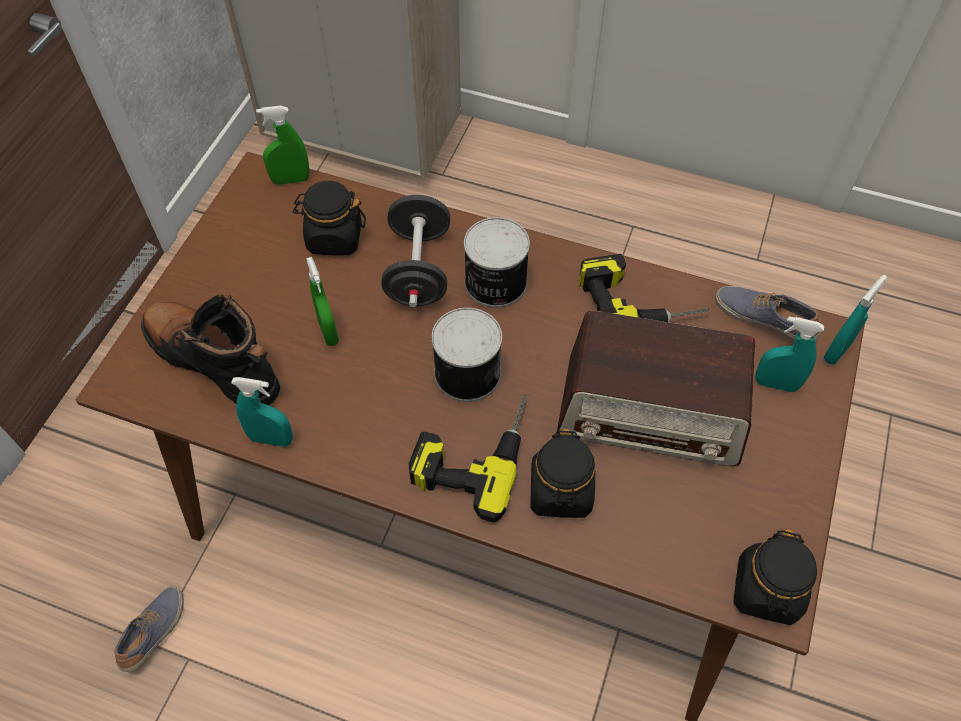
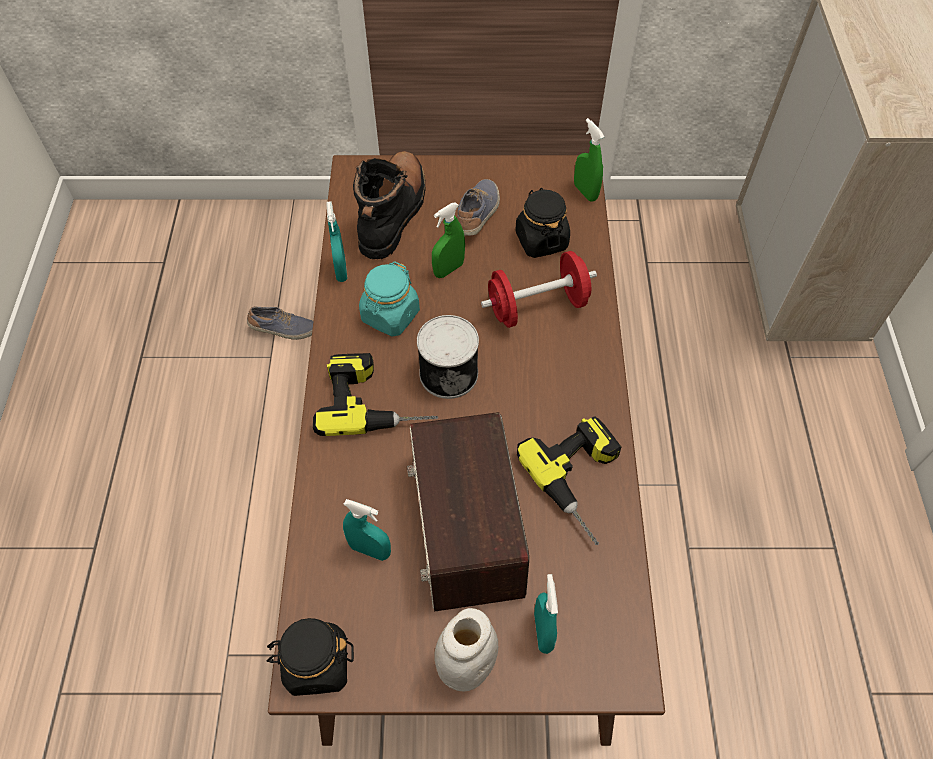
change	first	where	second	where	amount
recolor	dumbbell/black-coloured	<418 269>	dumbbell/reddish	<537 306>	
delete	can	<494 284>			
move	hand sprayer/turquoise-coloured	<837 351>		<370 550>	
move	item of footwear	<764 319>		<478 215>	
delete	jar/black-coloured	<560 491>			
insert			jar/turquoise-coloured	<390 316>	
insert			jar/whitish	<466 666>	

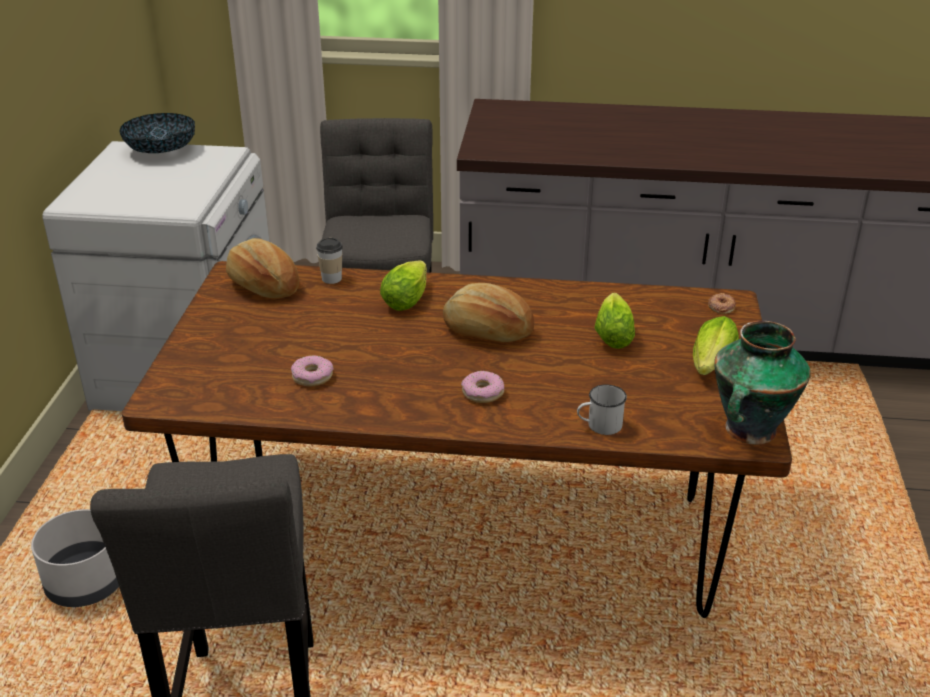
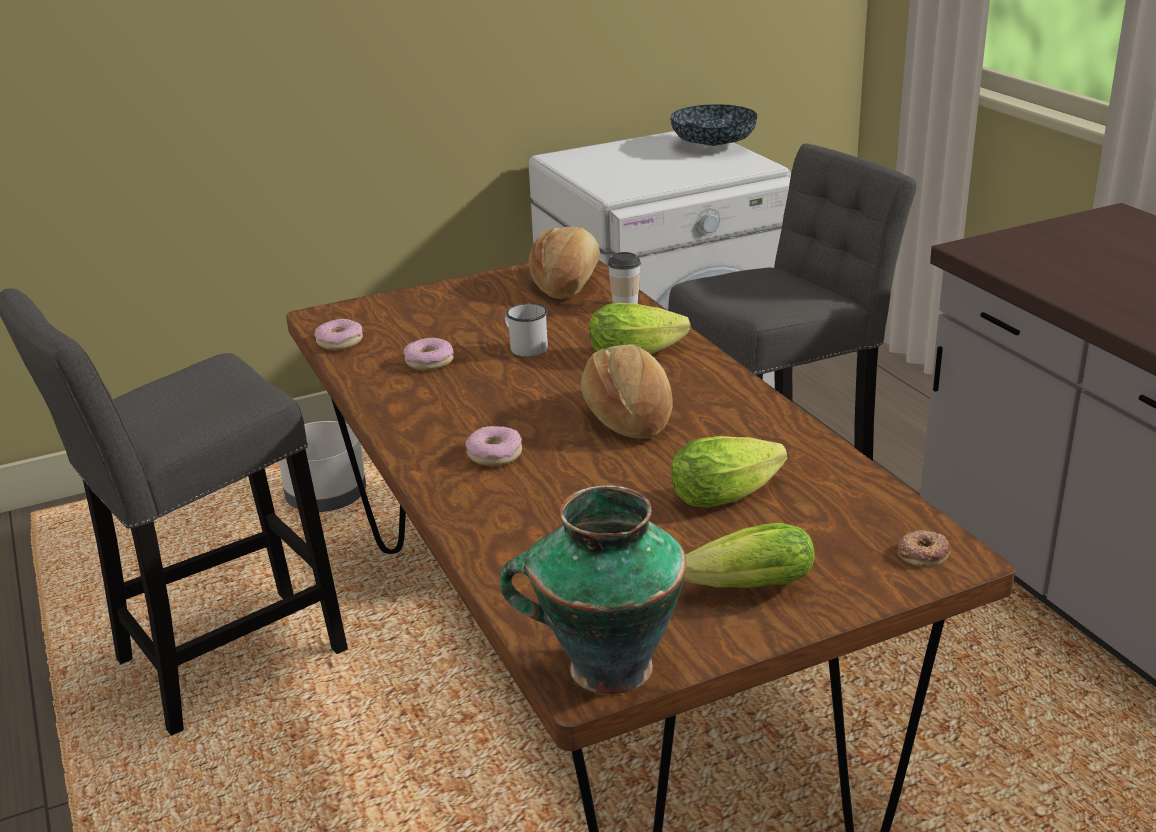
change	first	where	second	where	amount
move	tea mug/whitish	<599 425>		<524 347>	
insert			donut	<340 342>	

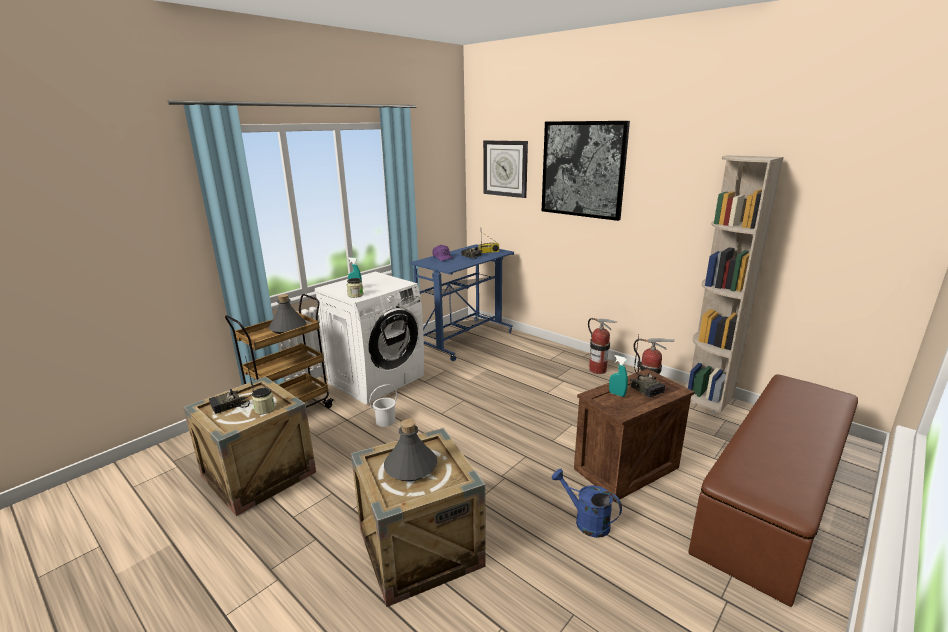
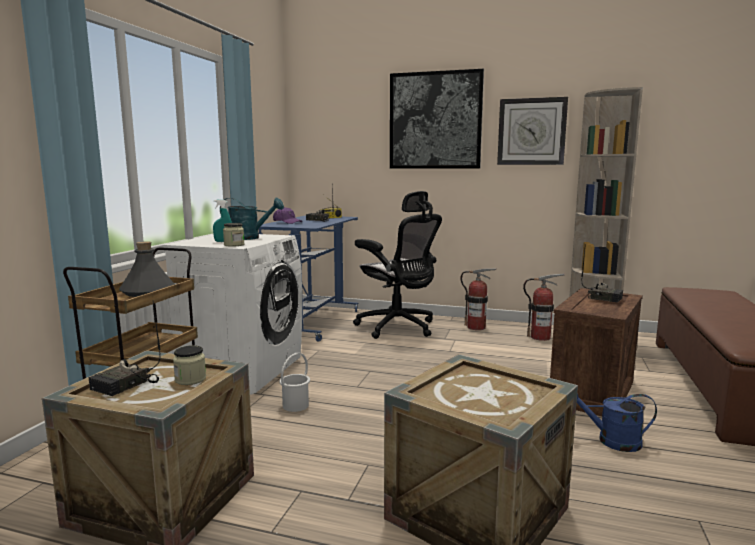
change	first	where	second	where	amount
move	clock on the wall	<505 168>		<531 131>	
delete	hand sprayer/turquoise-coloured	<617 394>			
delete	bottle/grey	<410 467>			
insert			office chair	<397 327>	
insert			sprinkling can/turquoise-coloured	<250 238>	

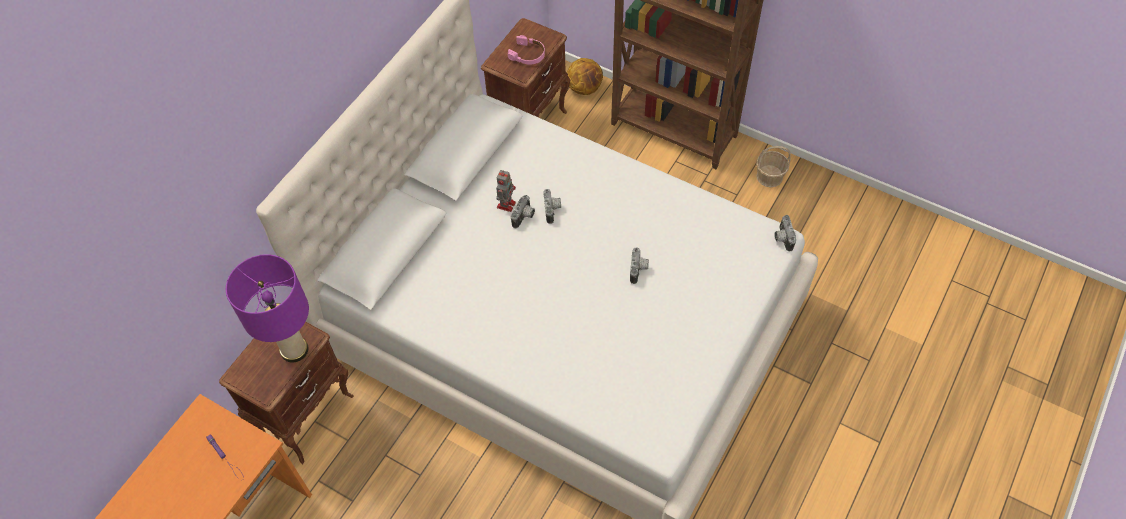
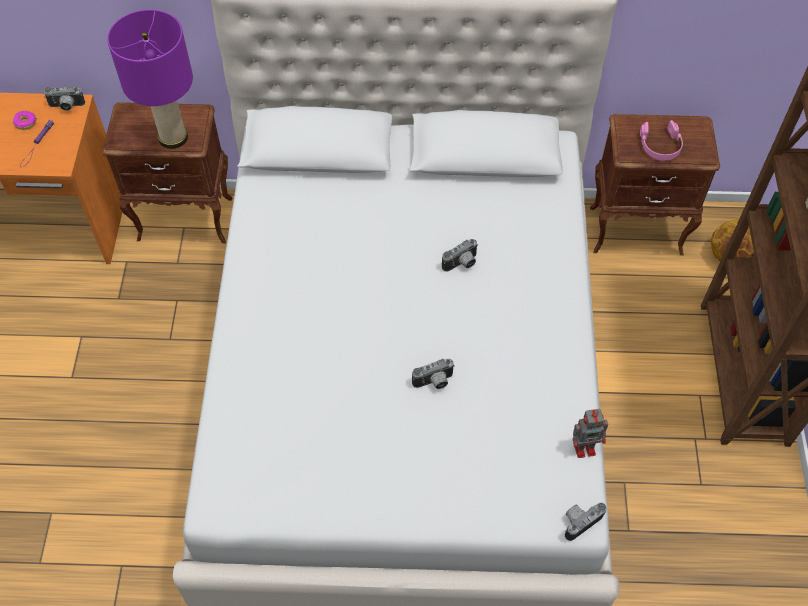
change	first	where	second	where	amount
delete	household basket	<769 176>			
move	robot figure	<506 204>		<585 446>	
move	photo camera	<524 217>		<66 107>	
insert			donut	<25 123>	

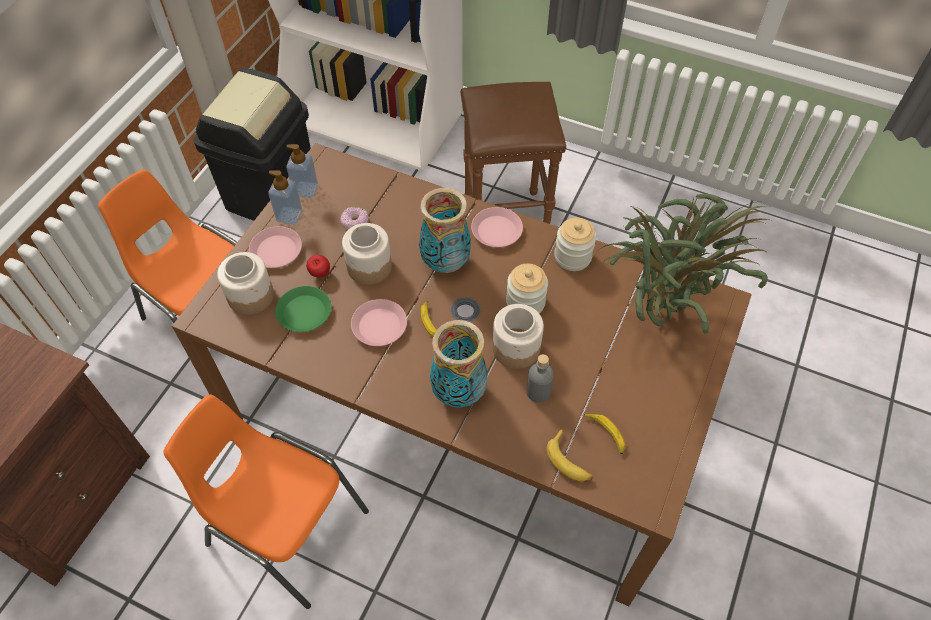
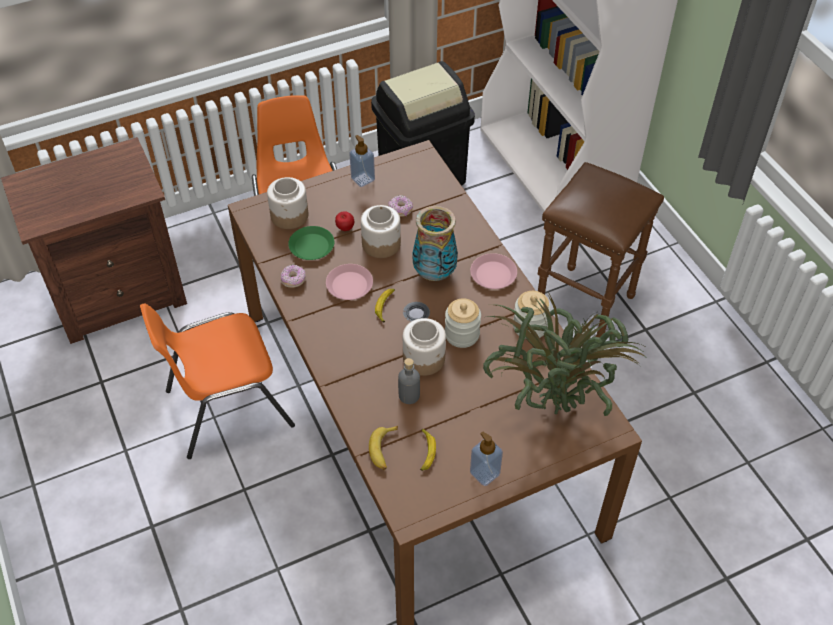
change	first	where	second	where	amount
move	liquid soap bottle	<306 190>		<484 473>	
delete	dinner plate/pink-coloured	<277 250>			
delete	flower vase	<459 392>			
rotate	upright chair/orange	<285 527>		<226 407>	90 degrees counterclockwise
insert			donut	<293 280>	

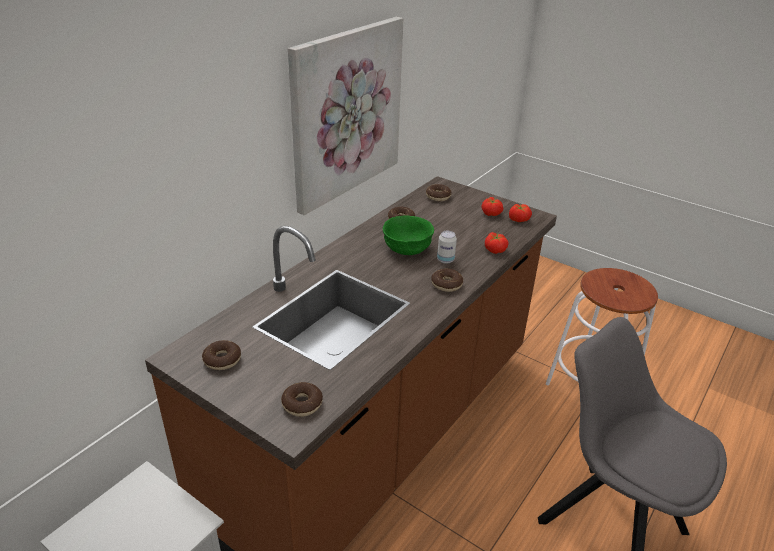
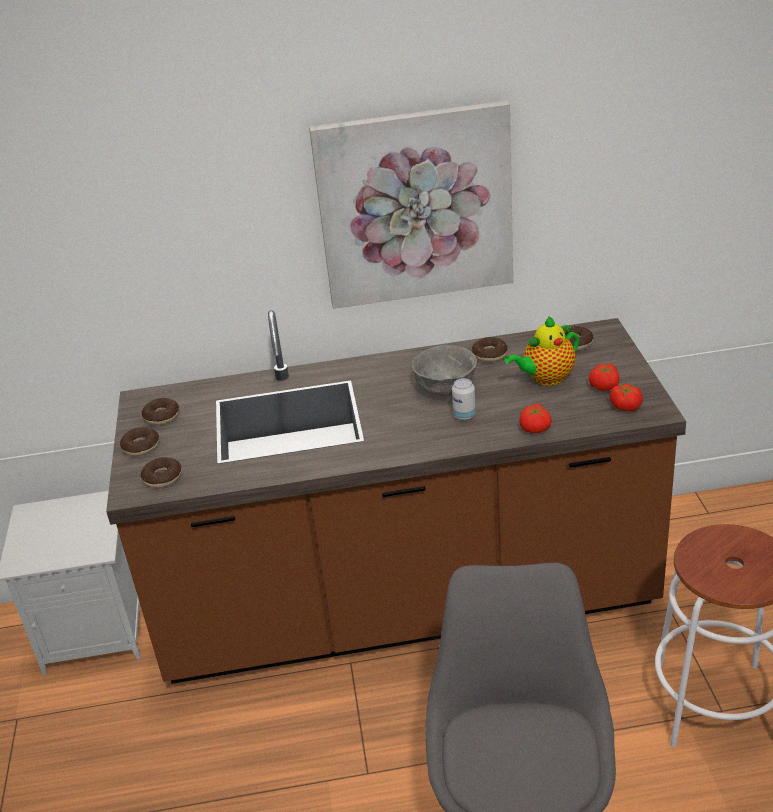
change	first	where	second	where	amount
recolor	serving bowl/green	<408 249>	serving bowl/grey	<446 388>	
move	donut	<446 284>		<141 447>	
insert			teapot	<546 379>	

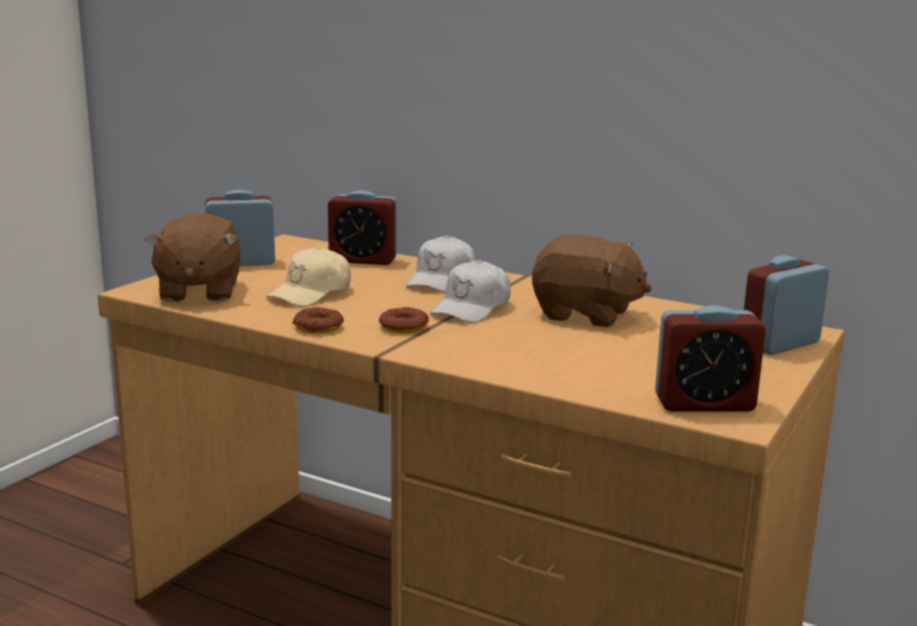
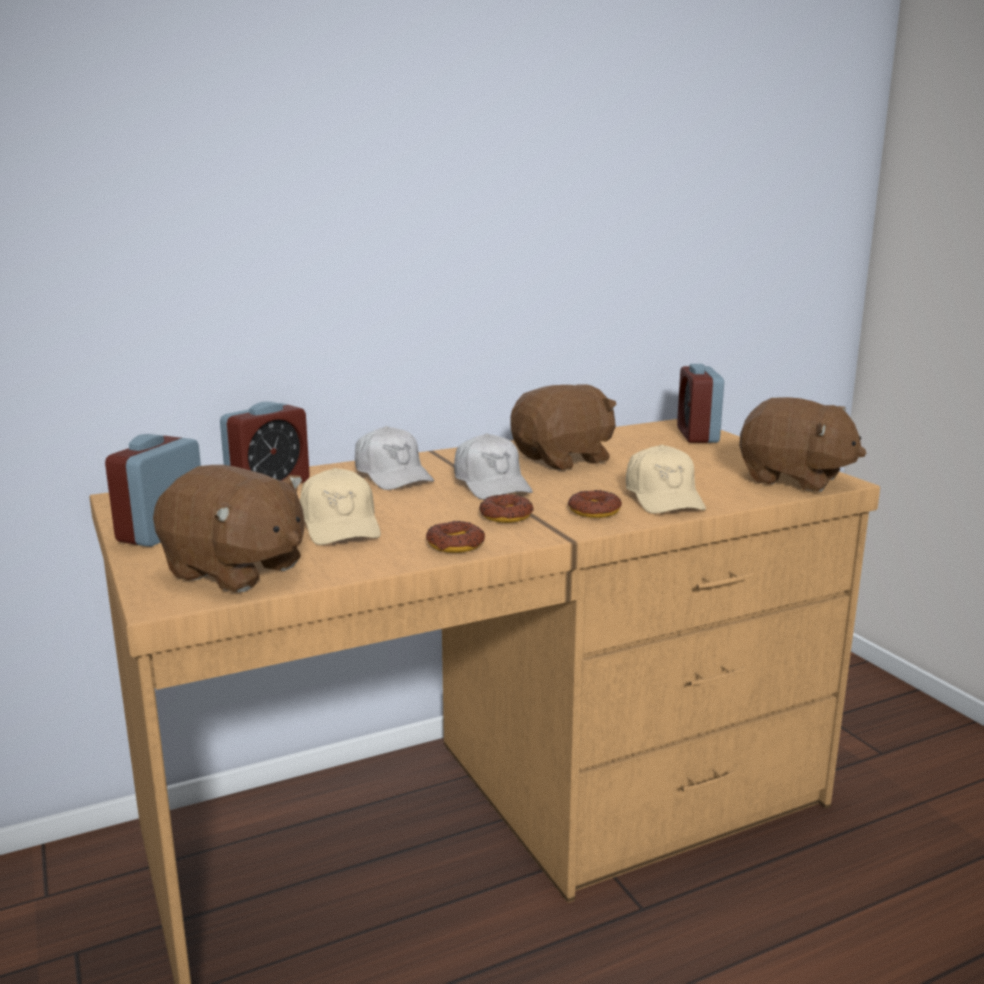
change	first	where	second	where	amount
replace	table clock	<704 404>	plush toy/brown	<794 479>	
insert			baseball cap/beige	<664 498>	
insert			donut	<594 511>	

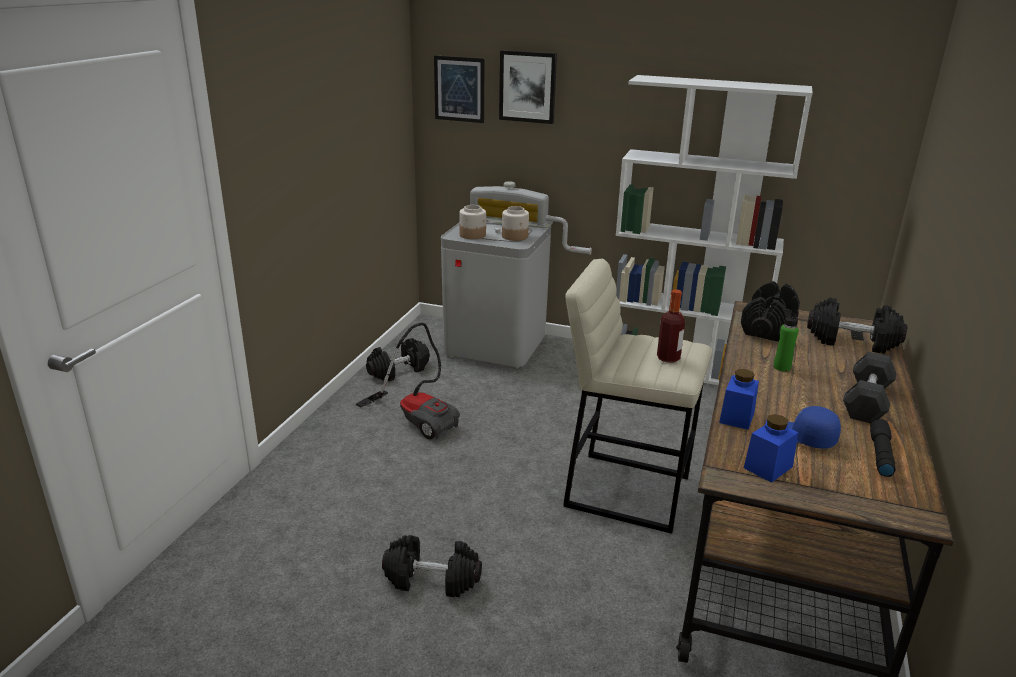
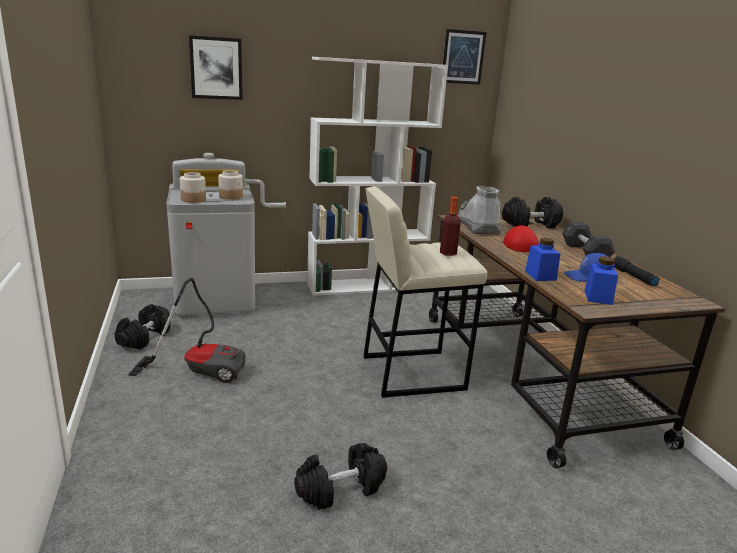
change	first	where	second	where	amount
move	wall picture	<459 89>		<463 57>	
replace	dumbbell/black-coloured	<767 327>	high-top boot/grey	<477 225>	
replace	bottle/green	<781 367>	baseball cap/reddish	<518 244>	

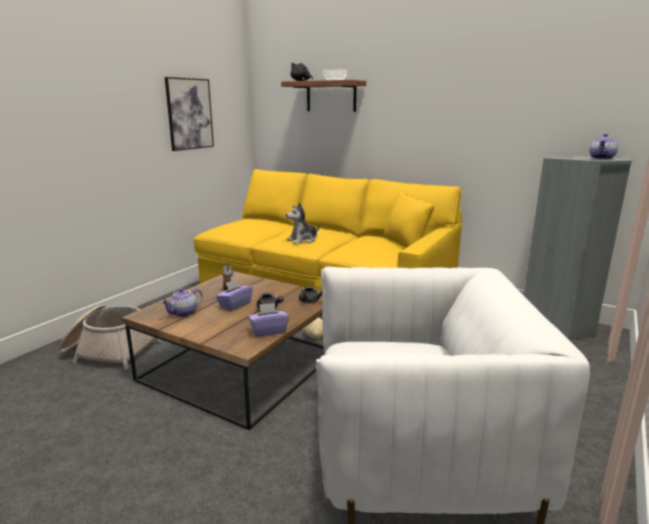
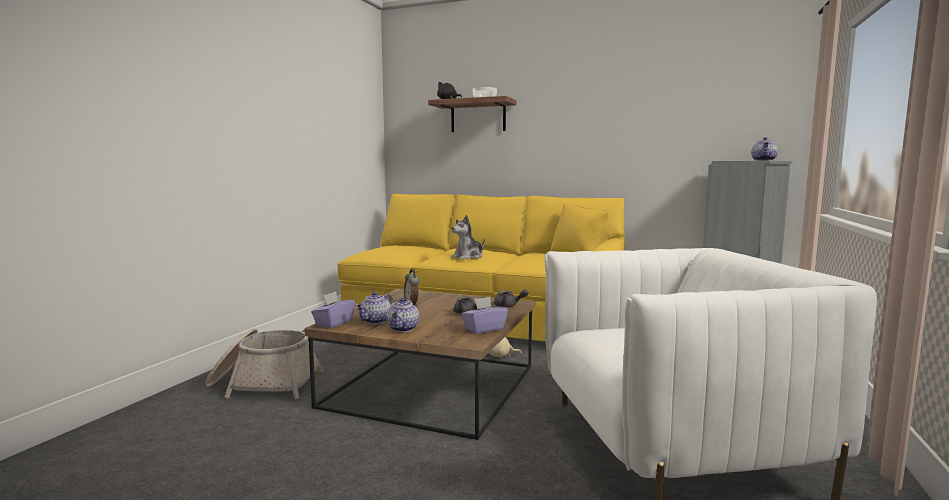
change	first	where	second	where	amount
delete	wall picture	<189 114>			
move	tissue holder/purplish	<235 305>		<333 323>	
insert			teapot	<404 329>	

